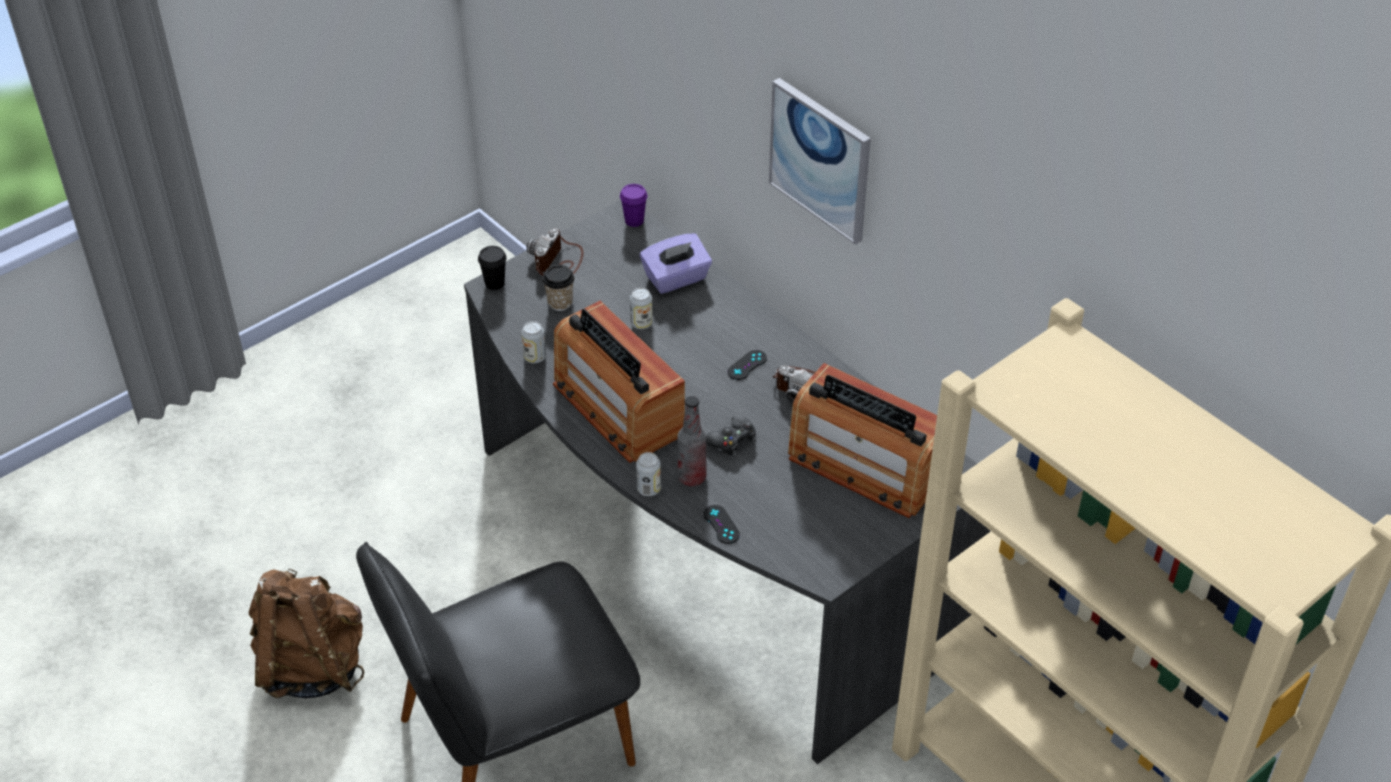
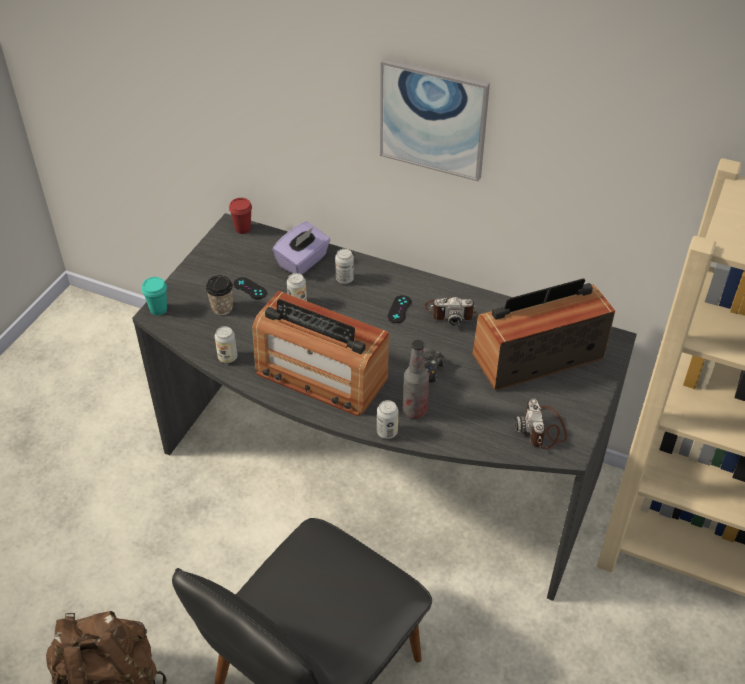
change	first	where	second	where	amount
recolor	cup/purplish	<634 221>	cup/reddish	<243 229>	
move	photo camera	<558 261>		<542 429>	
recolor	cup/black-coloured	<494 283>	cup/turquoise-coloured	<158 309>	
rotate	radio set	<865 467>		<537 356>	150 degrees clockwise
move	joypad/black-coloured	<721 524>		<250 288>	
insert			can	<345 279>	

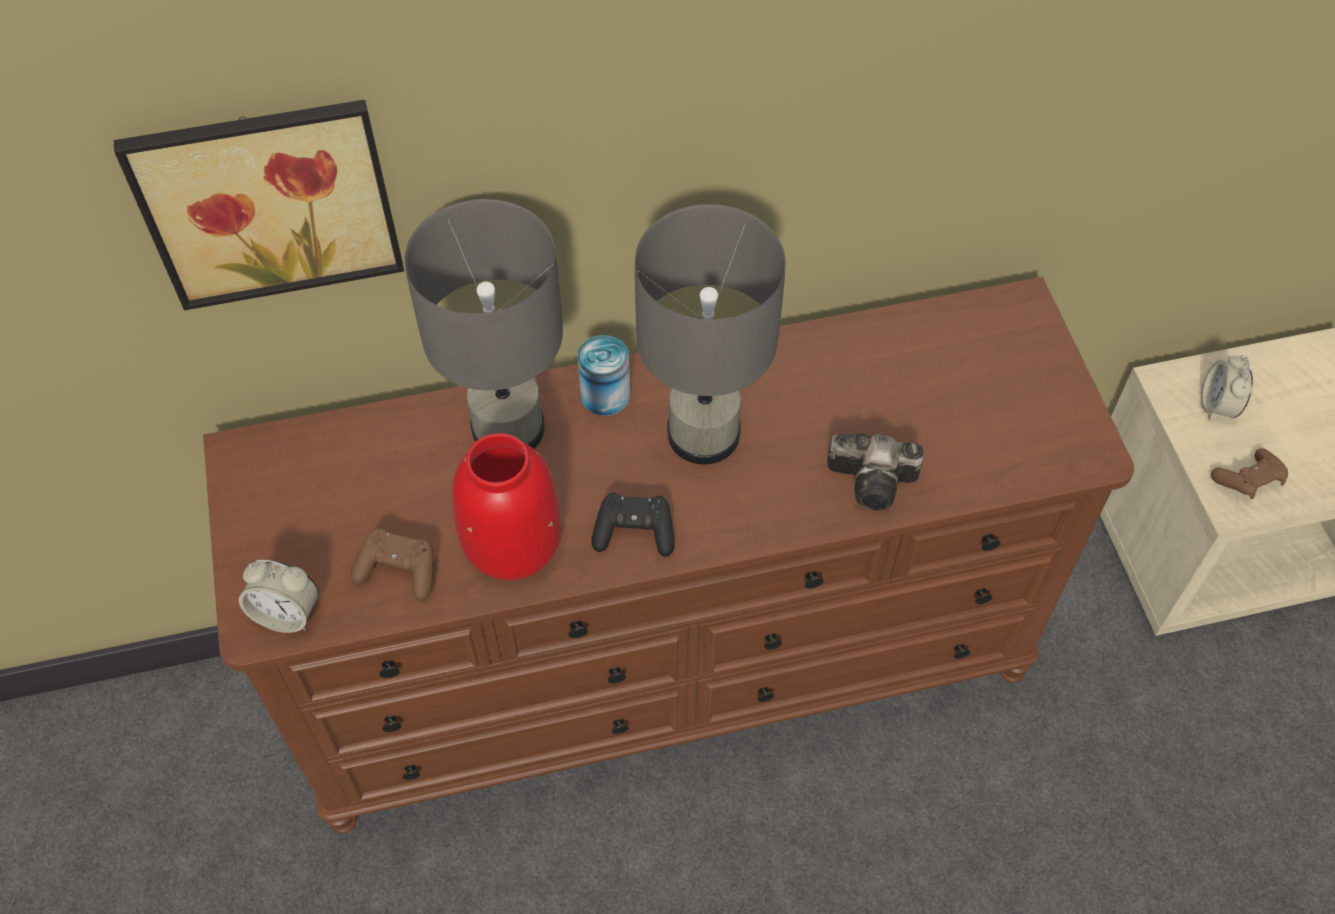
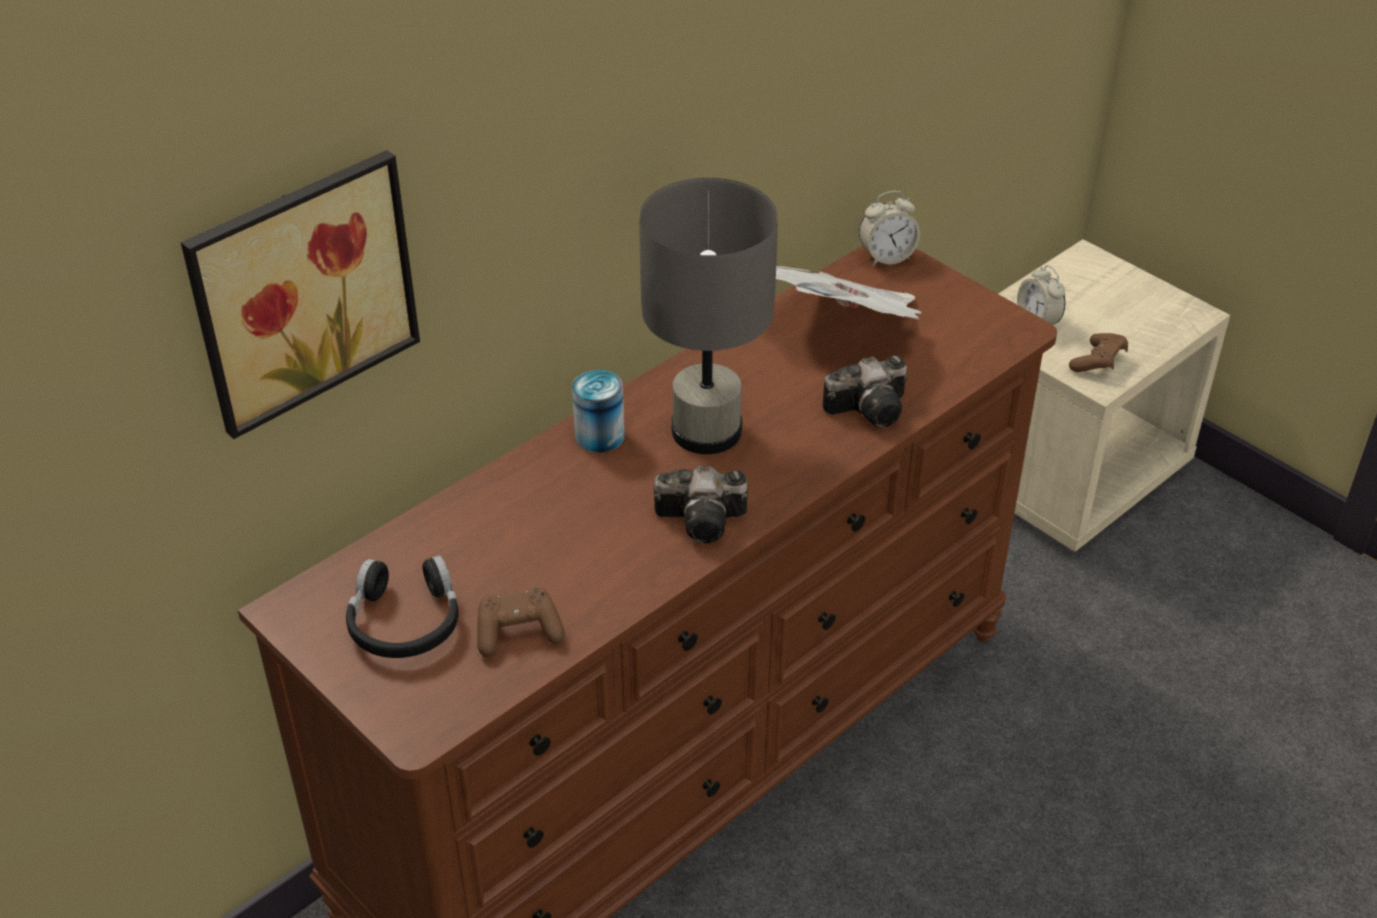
change	first	where	second	where	amount
delete	tabletop lamp/grey	<507 428>			
delete	flower vase/reddish	<513 546>			
replace	joypad/black-coloured	<634 532>	photo camera	<705 520>	
move	table clock	<287 613>		<886 257>	
insert			newspaper	<848 326>	
insert			headphones/black-coloured	<405 621>	

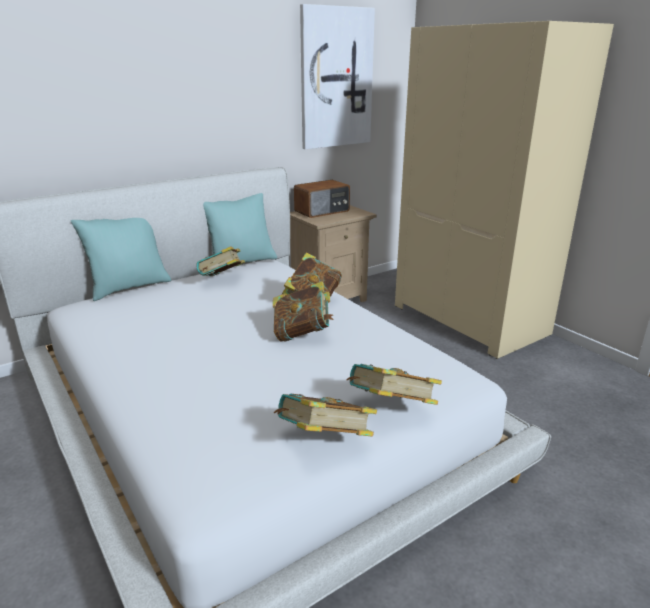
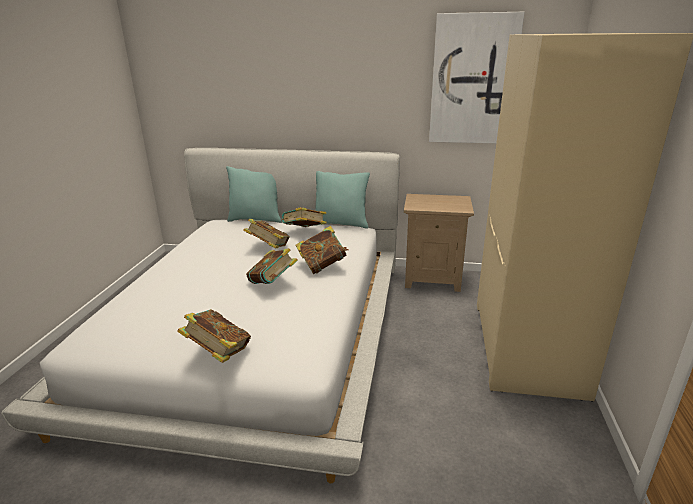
change	first	where	second	where	amount
delete	radio set	<322 211>			
move	bound book	<324 442>		<268 248>	

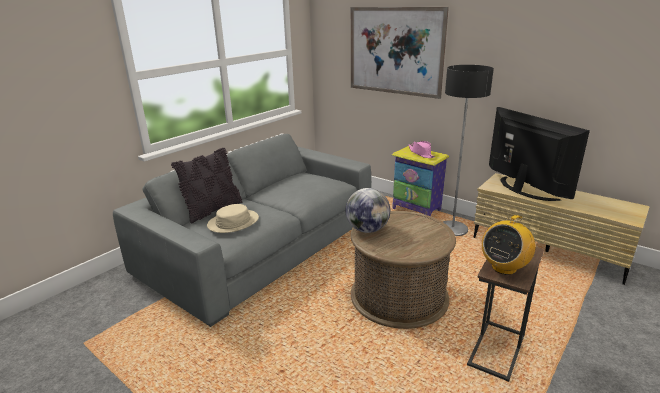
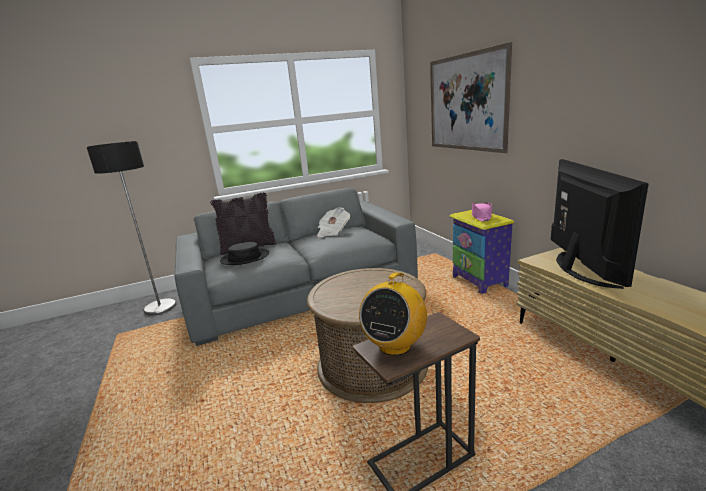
change	first	where	second	where	amount
move	floor lamp	<452 229>		<160 307>	
delete	desk globe	<367 229>			
recolor	hat/beige	<233 222>	hat/black-coloured	<245 258>	
rotate	radio set	<504 267>		<394 345>	45 degrees counterclockwise
insert			newspaper	<333 231>	

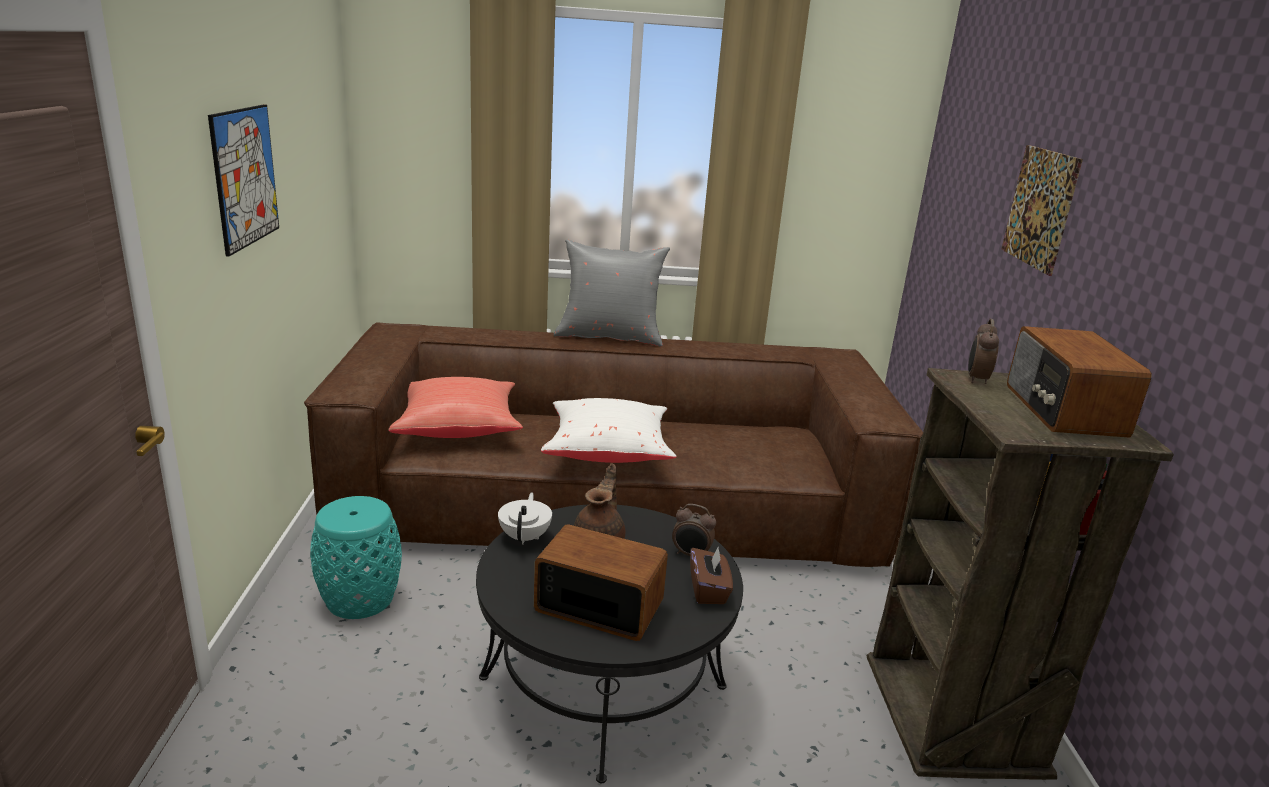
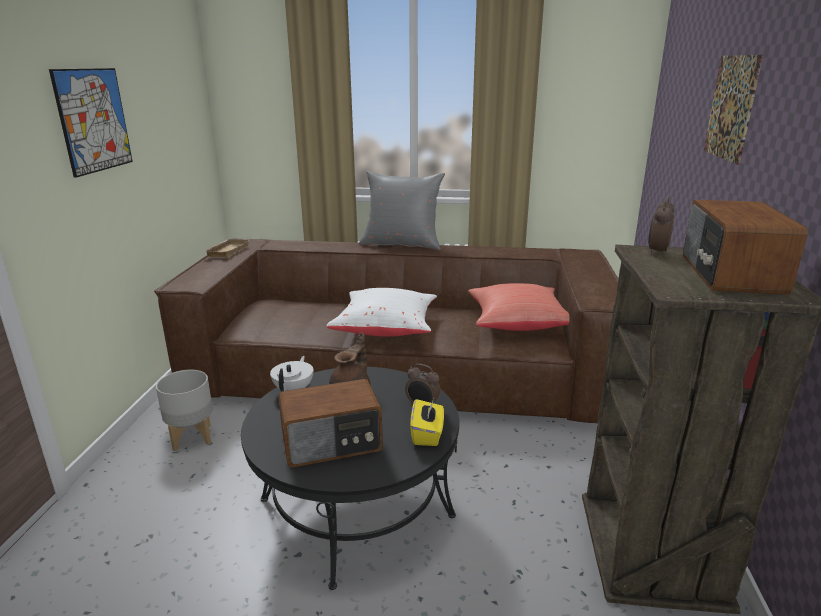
change	first	where	second	where	amount
move	pillow/reddish	<458 428>		<517 323>	
replace	stool seat/turquoise-coloured	<360 599>	flower pot/grey	<192 437>	
rotate	radio set	<599 605>		<332 443>	135 degrees clockwise
recolor	tissue holder/brown	<708 590>	tissue holder/yellow	<427 434>	
insert			serving tray/beige	<227 251>	

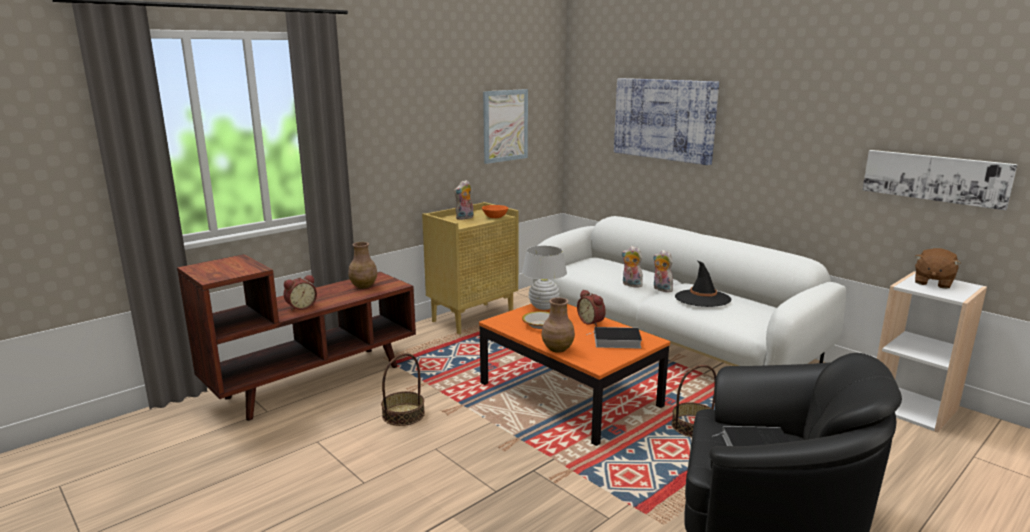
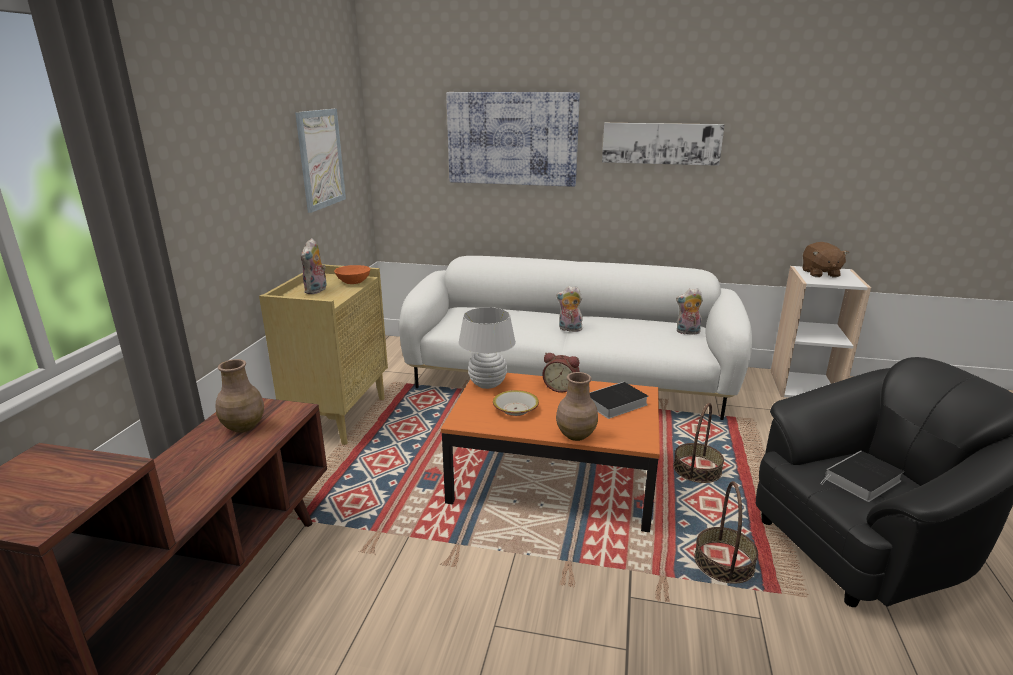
change	first	where	second	where	amount
move	wall picture	<935 178>		<661 143>	
move	plush toy	<631 285>		<687 332>	
delete	hat/black-coloured	<702 298>			
delete	table clock	<301 307>			
move	household basket	<403 414>		<724 562>	

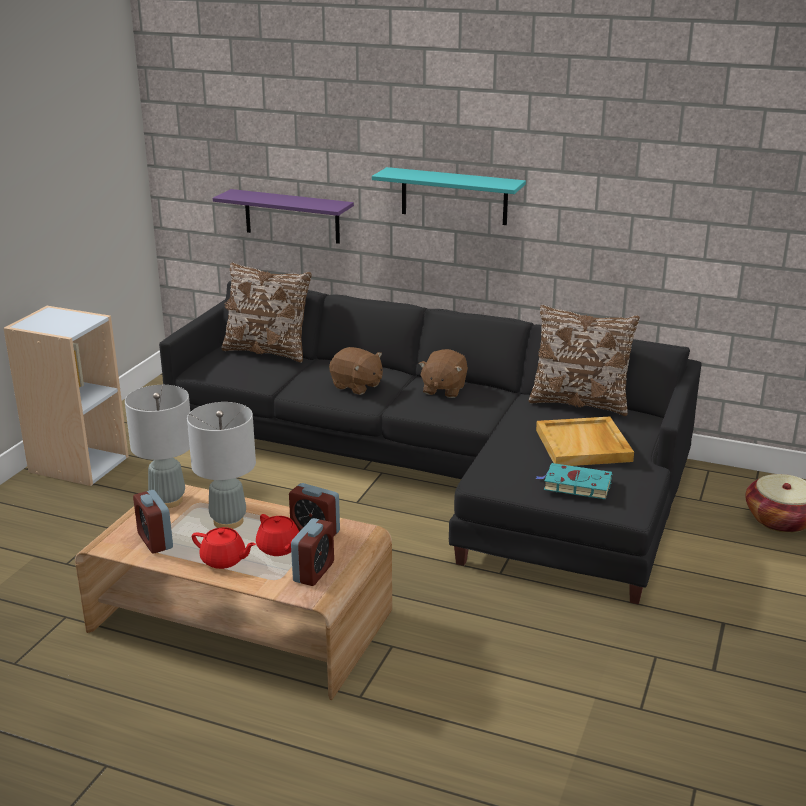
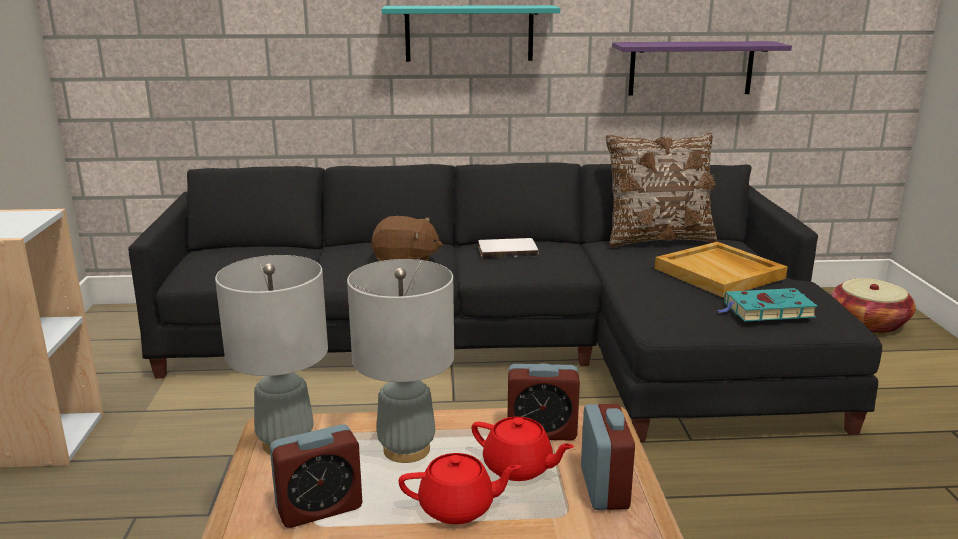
change	first	where	second	where	amount
move	wall shelf/purplish	<292 216>		<691 68>	
delete	pillow/brown	<266 352>			
replace	plush toy/brown	<443 389>	bound book/whitish	<507 250>	
rotate	table clock	<155 541>		<319 508>	60 degrees counterclockwise

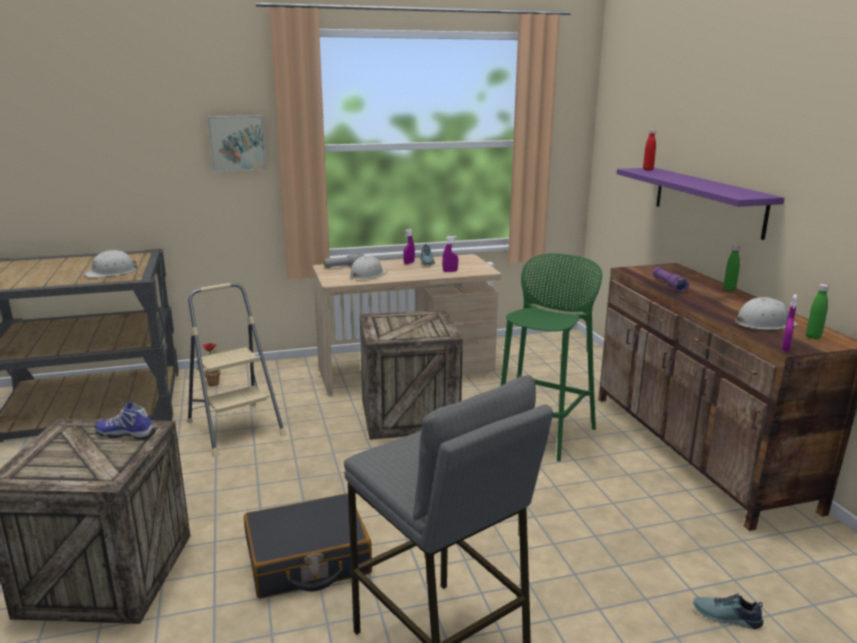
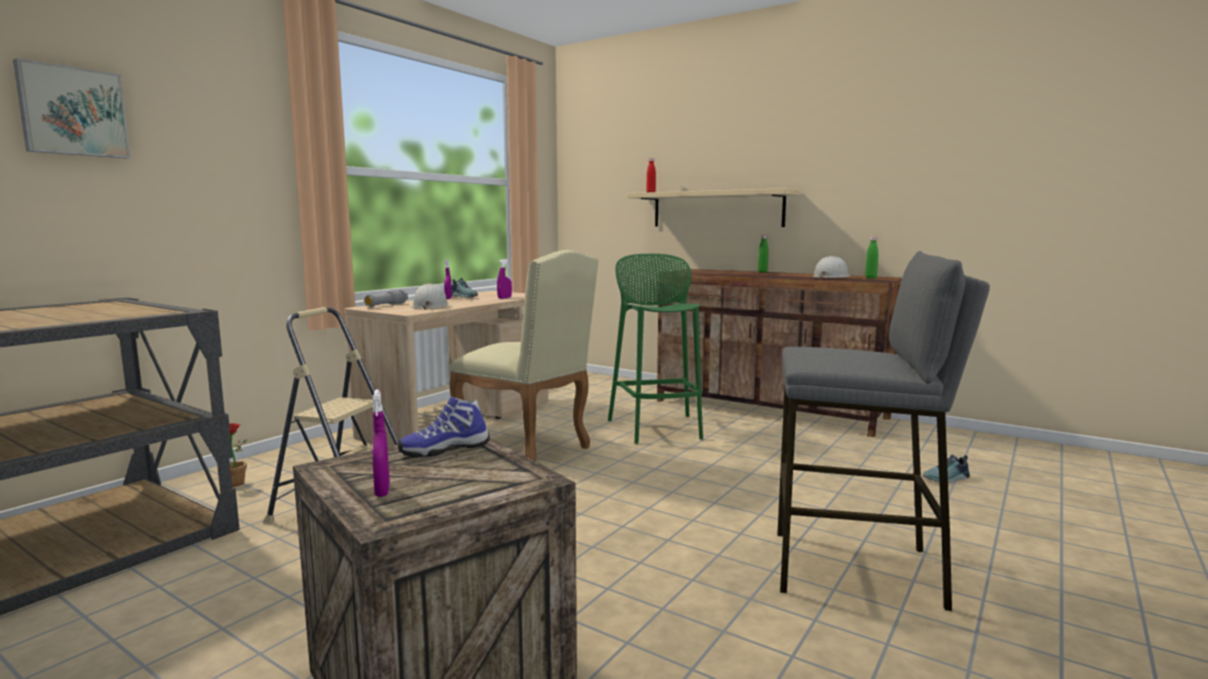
change	first	where	second	where	amount
move	wall picture	<237 143>		<73 112>	
recolor	wall shelf/purplish	<708 201>	wall shelf/beige	<717 209>	
delete	hard hat/whitish	<111 272>			
delete	hand torch/purplish	<668 285>			
move	hand sprayer/purplish	<785 348>		<382 491>	
replace	packing crate	<408 416>	upright chair/beige	<527 447>	
delete	piece of luggage/black-coloured	<308 560>			

